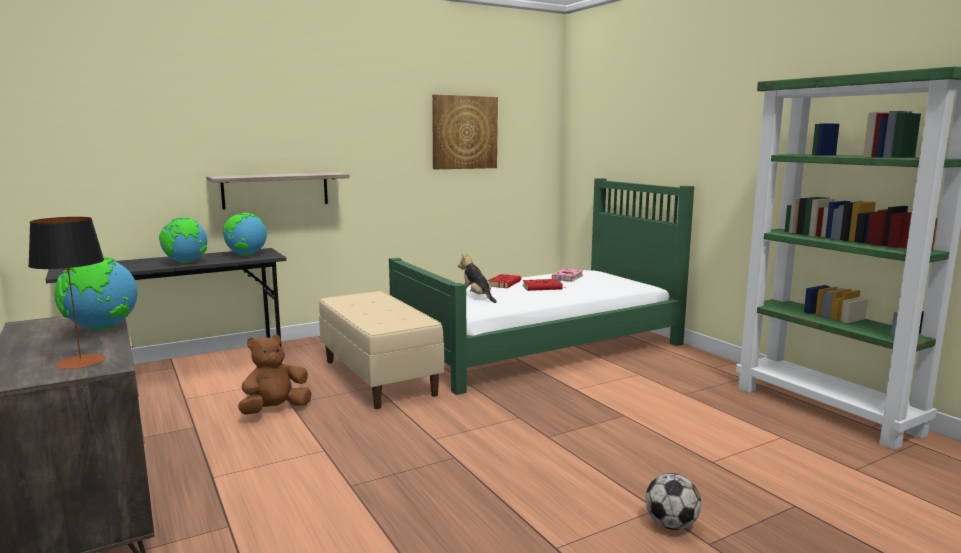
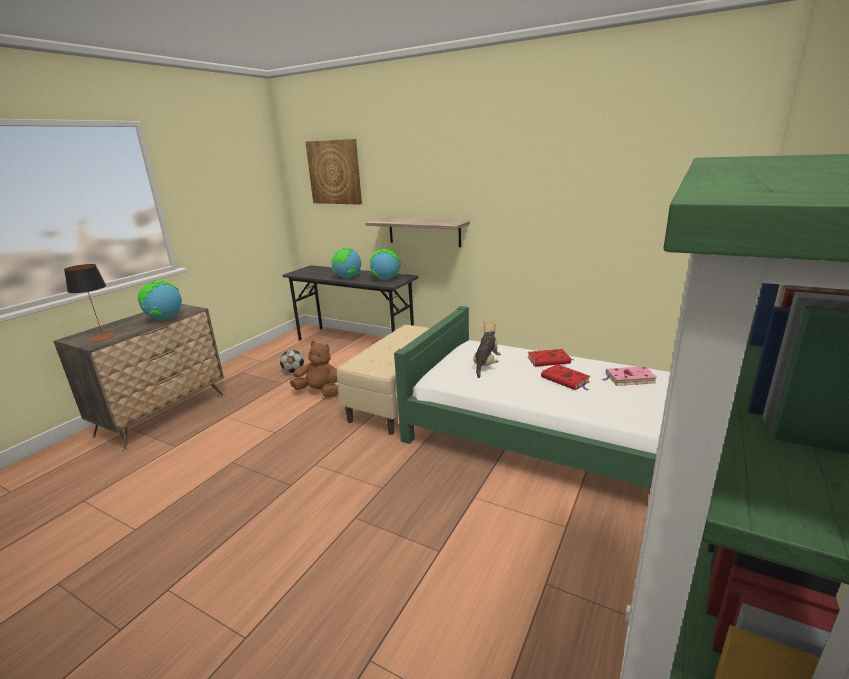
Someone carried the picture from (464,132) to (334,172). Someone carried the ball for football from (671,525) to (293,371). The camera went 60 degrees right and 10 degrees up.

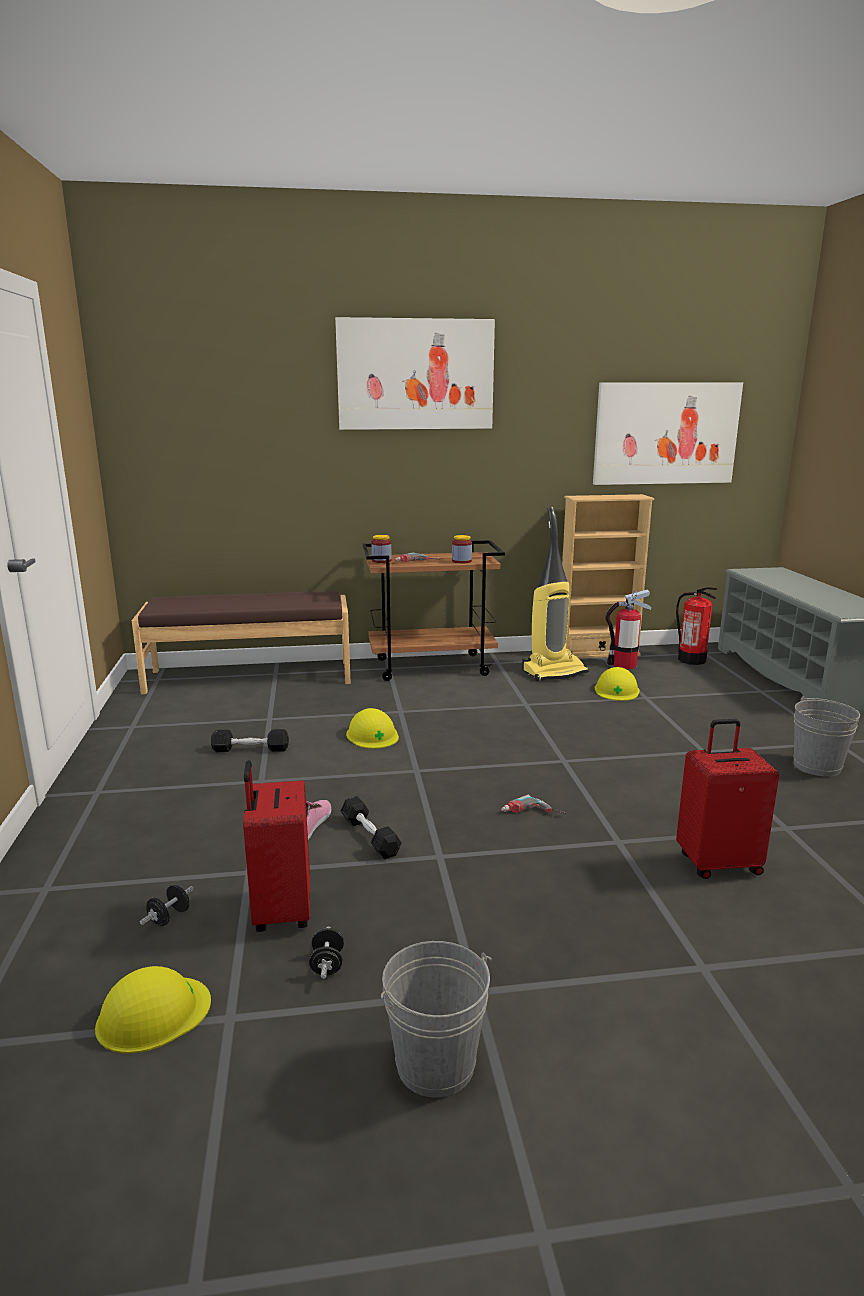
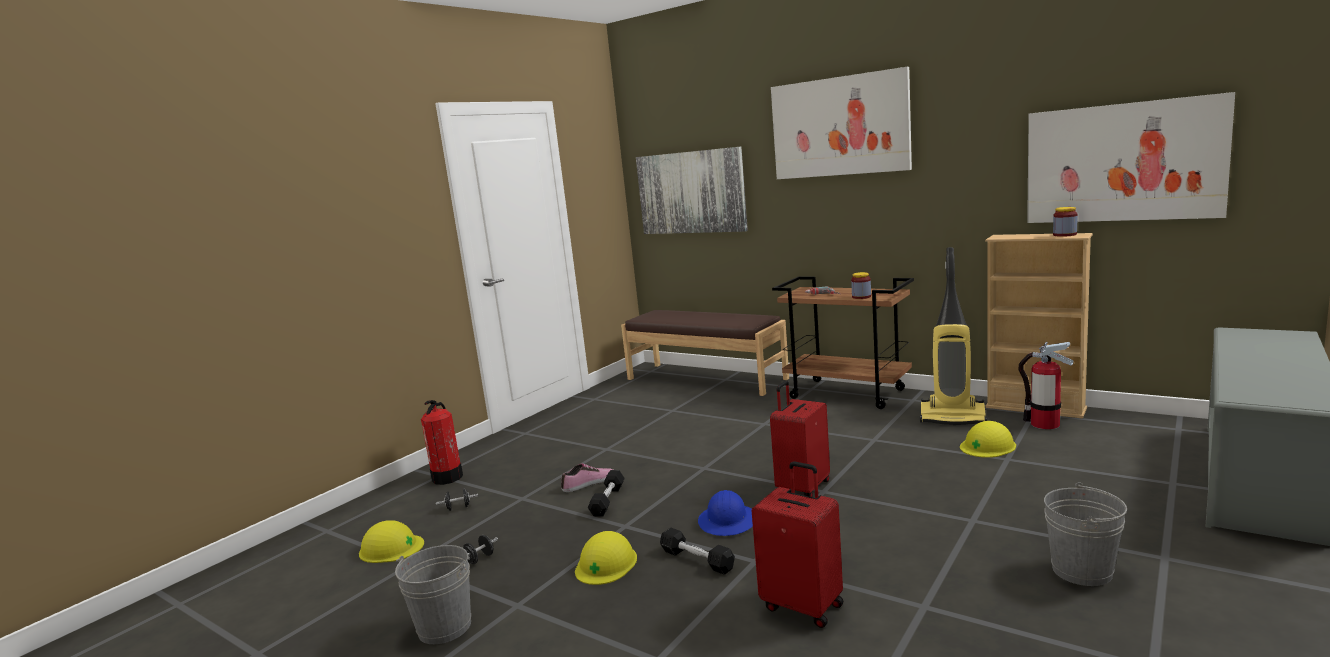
Someone carried the blackish hand weight from (250,749) to (697,560). Someone carried the reddish suitcase from (280,911) to (802,488). Someone carried the yellow work helmet from (372,735) to (606,564). Someone carried the preserve jar from (381,561) to (1064,235). Someone swapped the power drill at (532,814) for the blue work helmet at (727,521). Someone carried the fire extinguisher from (691,660) to (448,477). Someone put up the picture at (691,192). The camera went 45 degrees right and 5 degrees down.

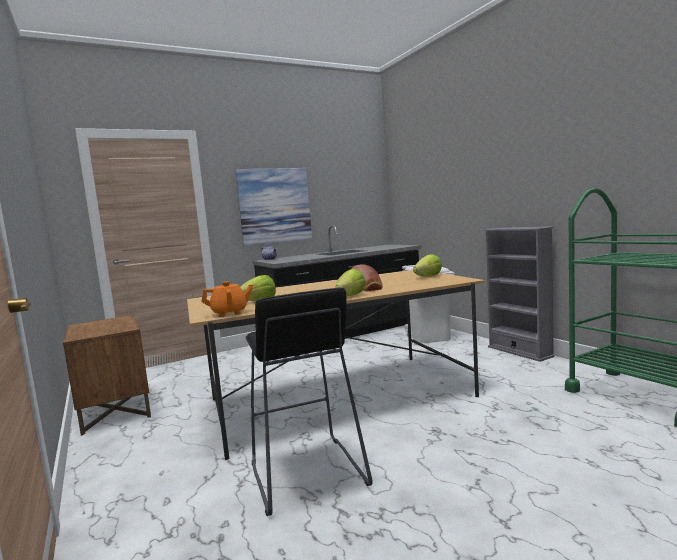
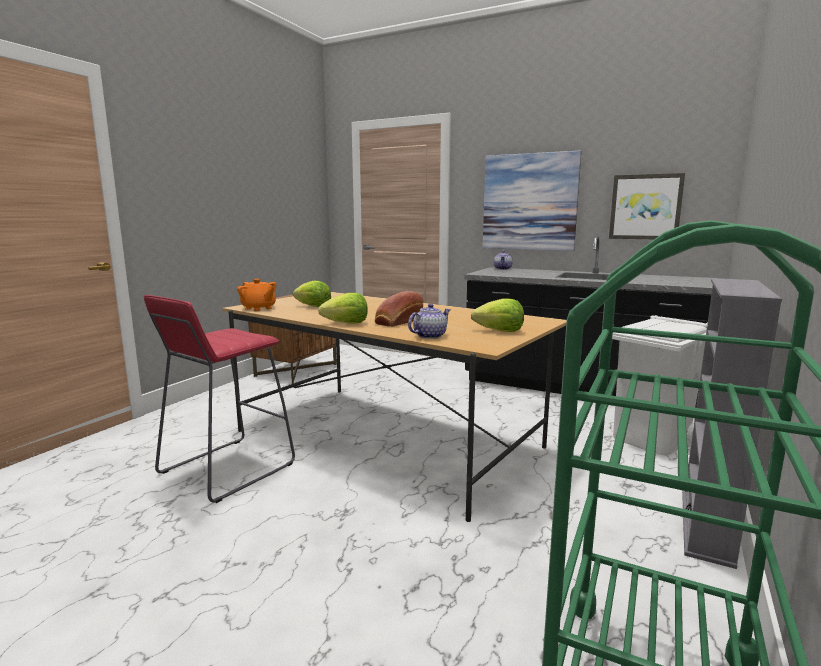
Someone repainted the blackish stool seat at (306,474), which became the reddish stool seat at (226,468). Someone put down the tea pot at (429,336). Someone put up the picture at (645,207). The camera went 55 degrees right and 5 degrees up.

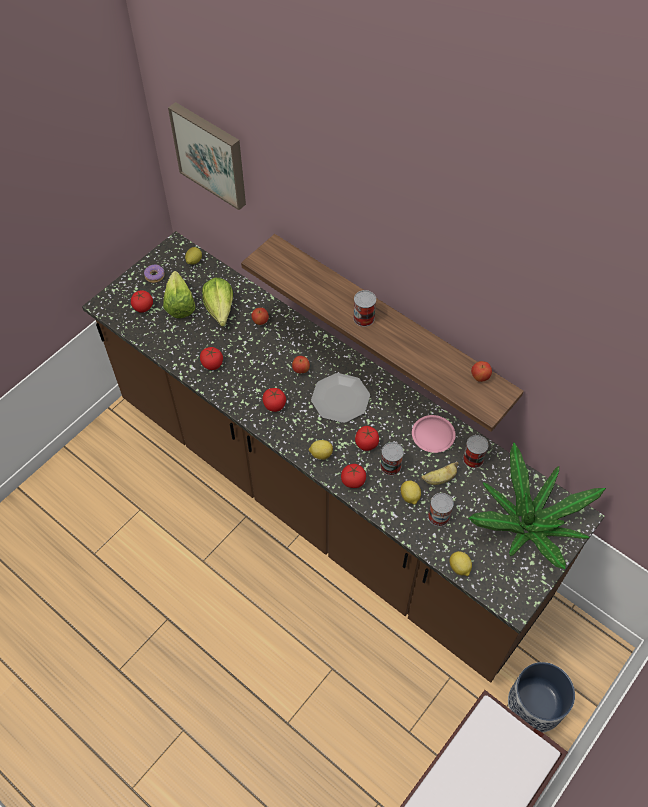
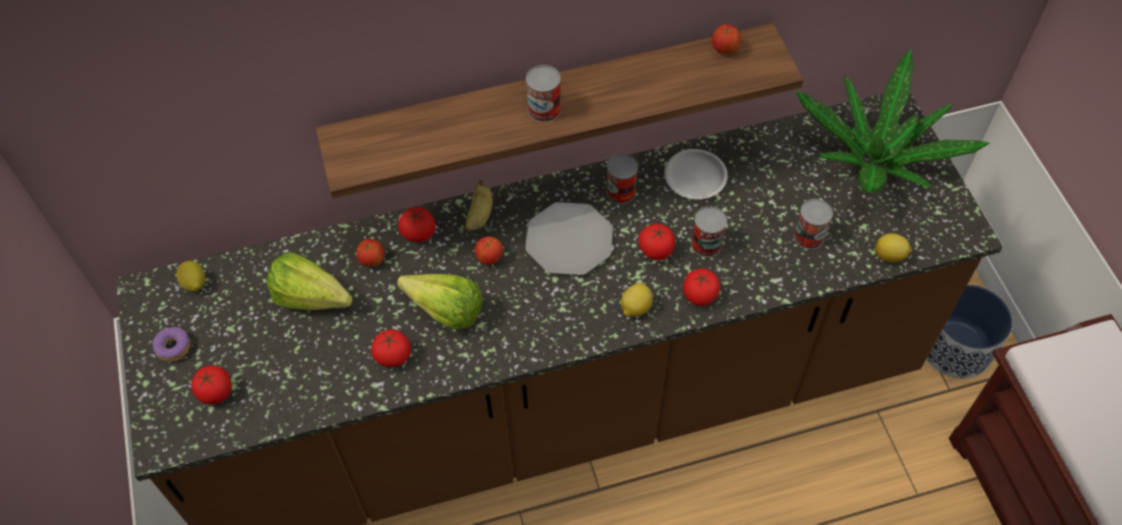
Someone carried the lettuce from (180,301) to (440,307). Someone took away the picture at (211,154). Someone carried the tomato from (274,405) to (418,233). Someone took away the citrus fruit at (410,497). Someone repainted the pinkish dinner plate at (432,436), which became the white-coloured dinner plate at (695,178). Someone carried the whole banana from (439,479) to (479,216). Someone carried the can from (473,458) to (621,191). The camera went 55 degrees left and 0 degrees up.

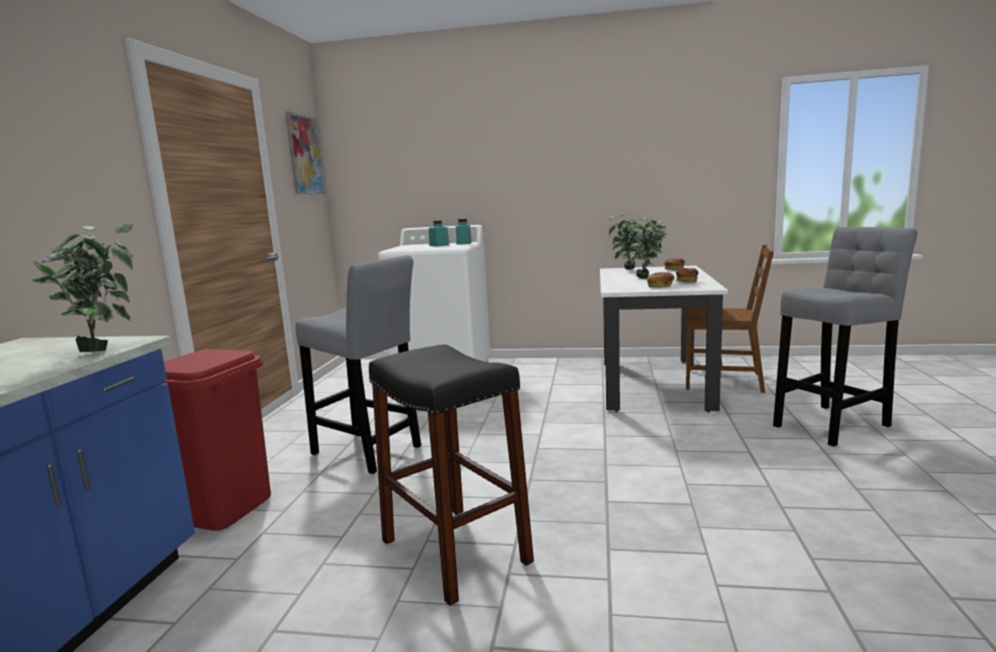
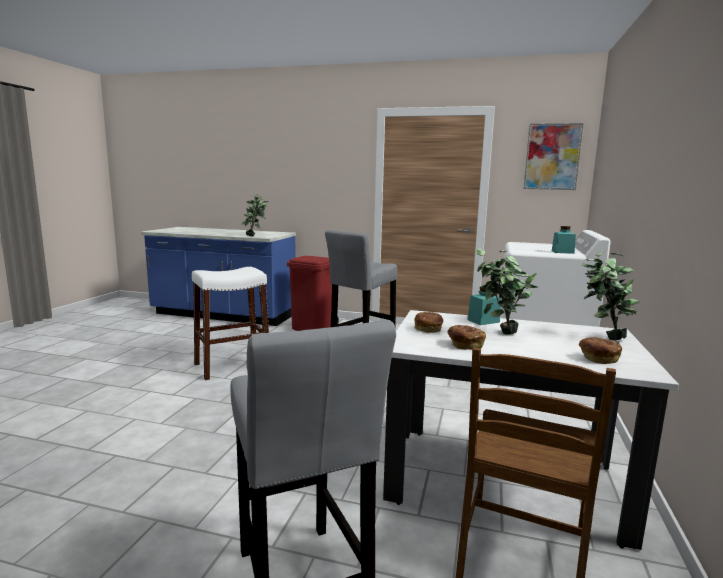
Someone repainted the blackish stool seat at (454,551), which became the white-coloured stool seat at (232,366). Someone carried the turquoise preserve jar from (439,245) to (483,321). The camera went 95 degrees right and 0 degrees up.

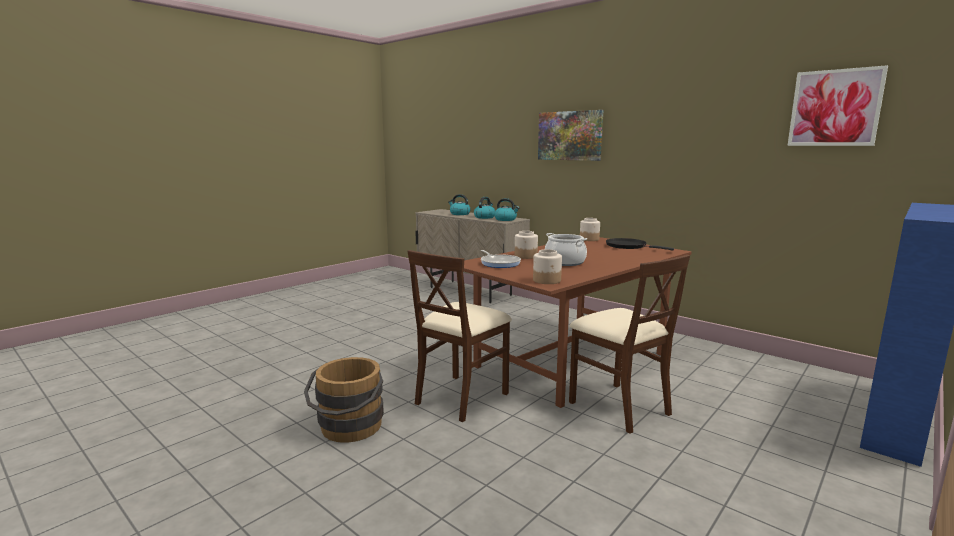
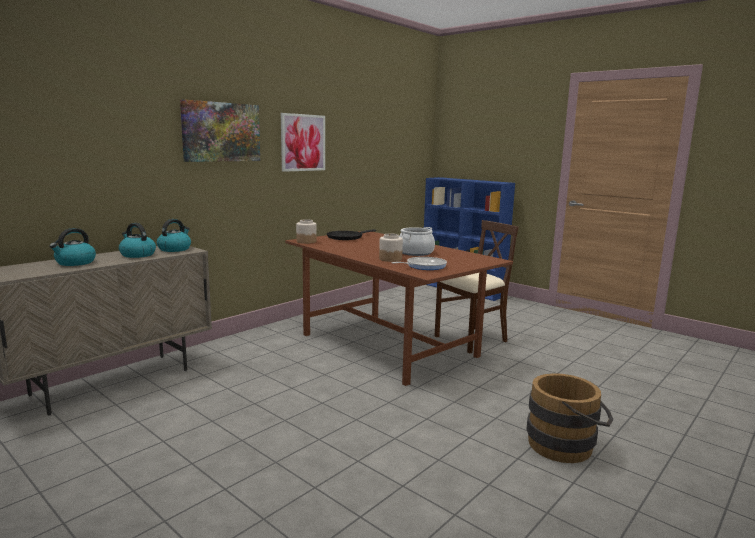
Someone took away the beige chair at (461,397). Someone took away the preserve jar at (547,280). Someone carried the picture from (835,108) to (303,142). The camera went 90 degrees left and 0 degrees up.

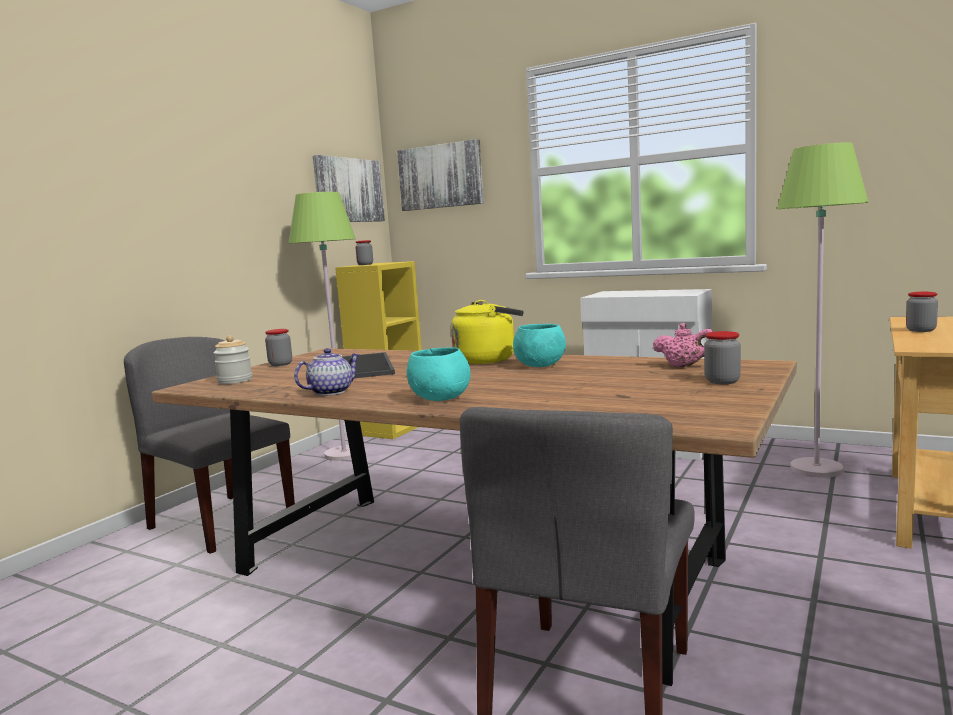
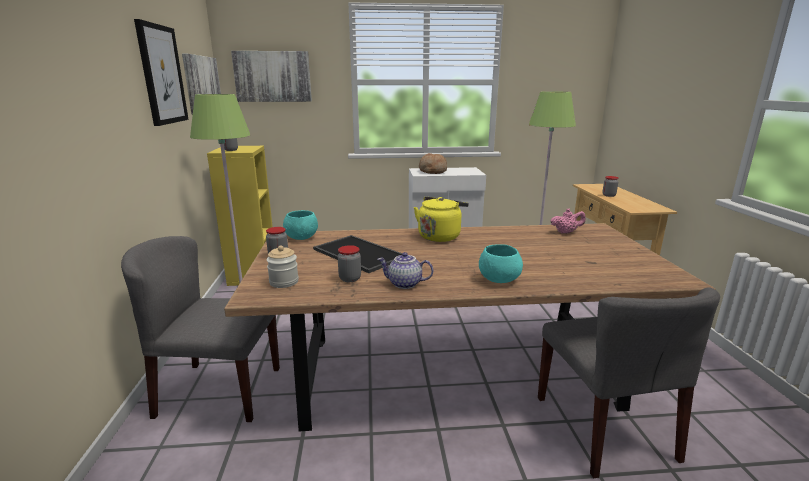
Someone rotated the tea pot at (330,392) by 90 degrees counterclockwise. Someone carried the turquoise serving bowl from (539,366) to (301,238). Someone carried the preserve jar from (722,381) to (350,278). Someone put up the picture at (161,75). Someone put down the bakery bread at (432,171). The camera went 35 degrees left and 10 degrees up.

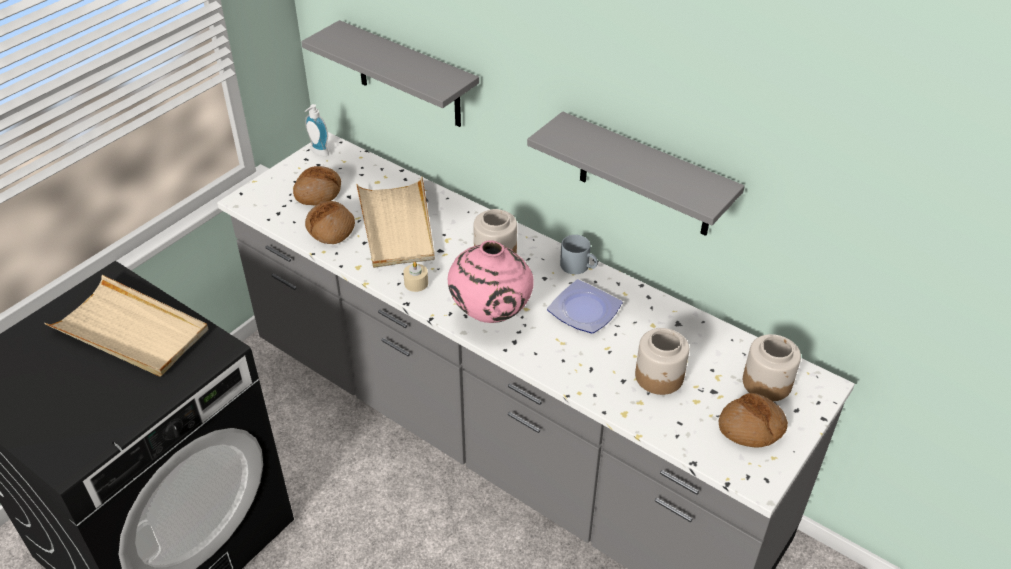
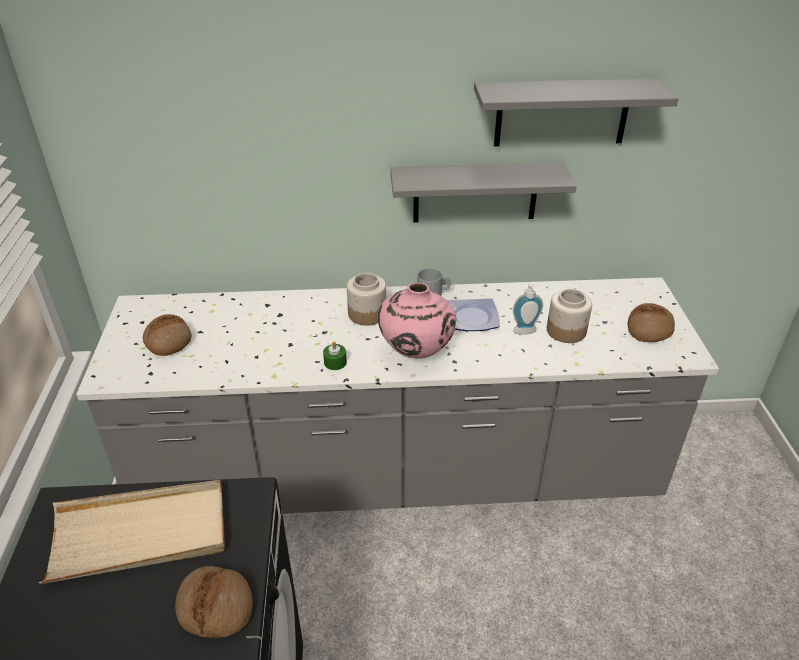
Someone carried the gray bracket shelf from (408,76) to (562,112). Someone carried the liquid soap bottle from (318,153) to (525,332). Someone carried the bakery bread from (331,228) to (216,607). Someone took away the beige carrying tray at (397,226). Someone repainted the beige candle at (416,283), which became the greenish candle at (335,362). Someone took away the preserve jar at (767,382). The camera went 40 degrees left and 5 degrees down.

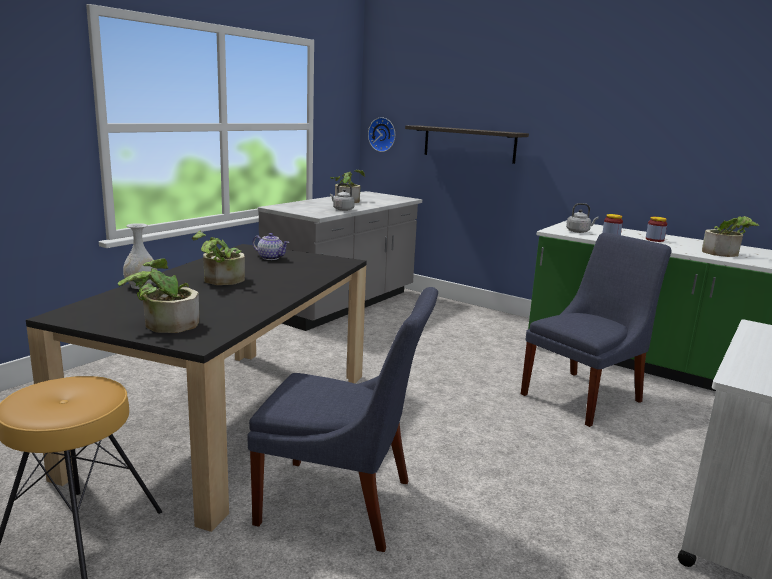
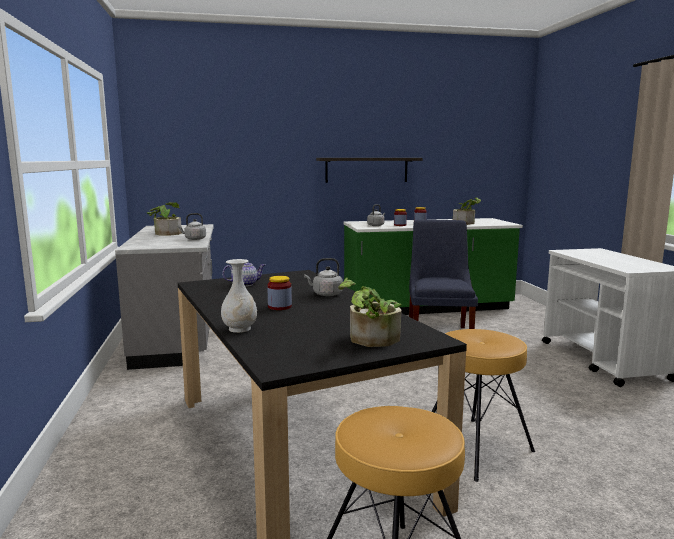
Someone swapped the plant in a pot at (220,281) for the preserve jar at (279,307). Someone swapped the blue chair at (342,504) for the brown stool seat at (475,448). Someone took away the hanging clock at (383,134). Someone carried the bracket shelf from (469,144) to (366,170). Someone put down the gray tea kettle at (325,294). The camera went 45 degrees left and 5 degrees down.

